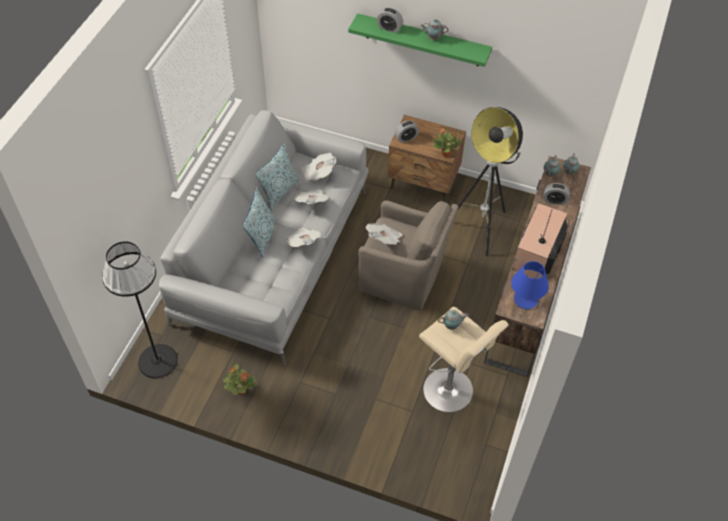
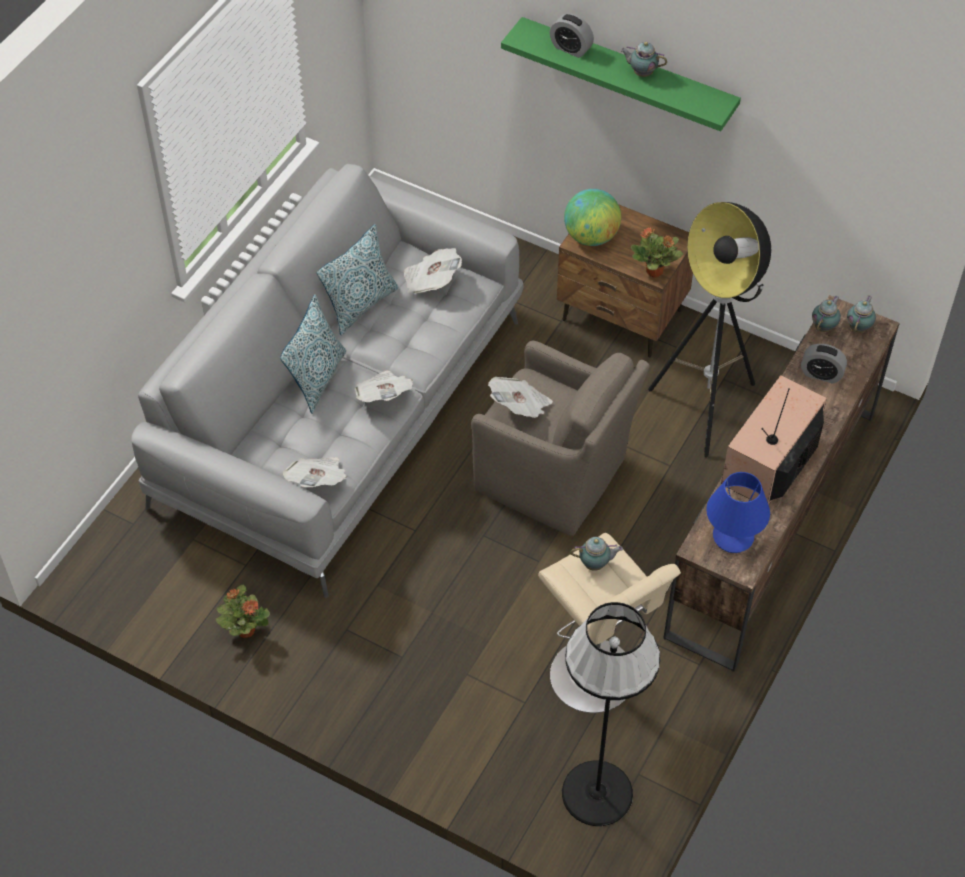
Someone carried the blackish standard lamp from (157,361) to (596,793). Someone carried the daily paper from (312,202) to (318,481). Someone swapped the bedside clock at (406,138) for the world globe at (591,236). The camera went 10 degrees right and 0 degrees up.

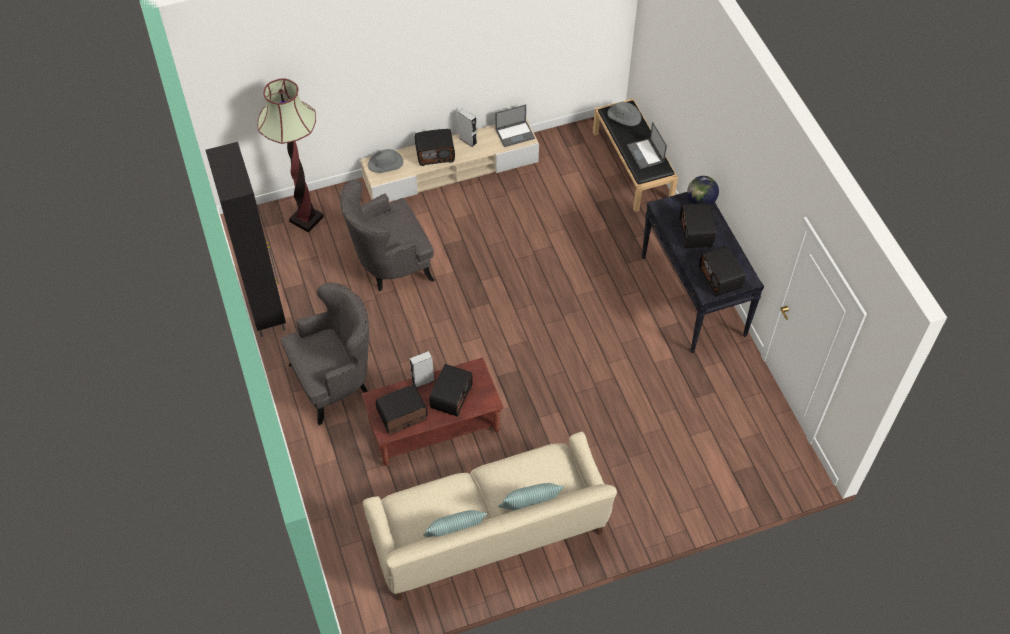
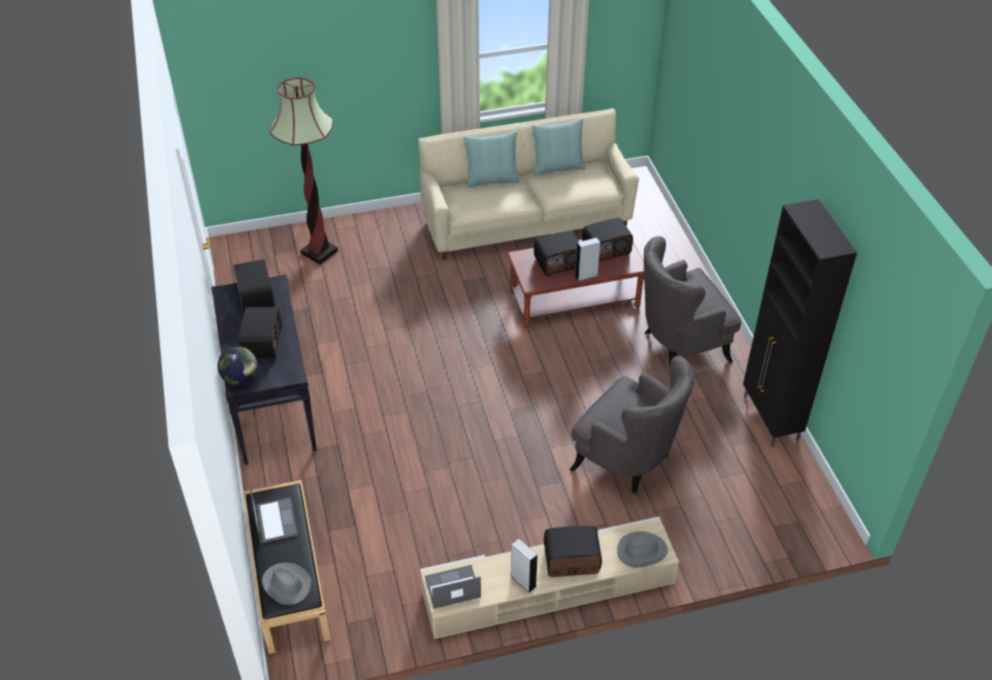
Someone carried the standard lamp from (306,219) to (319,252). Someone rotated the gray easy chair at (390,265) by 60 degrees clockwise. Someone rotated the radio at (450,396) by 135 degrees counterclockwise. The camera went 175 degrees left and 10 degrees down.

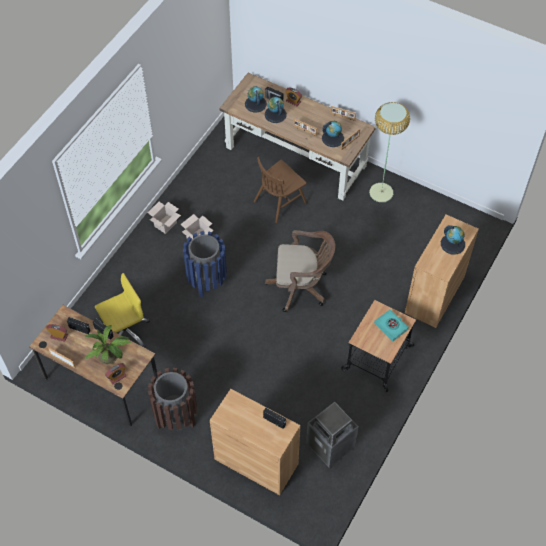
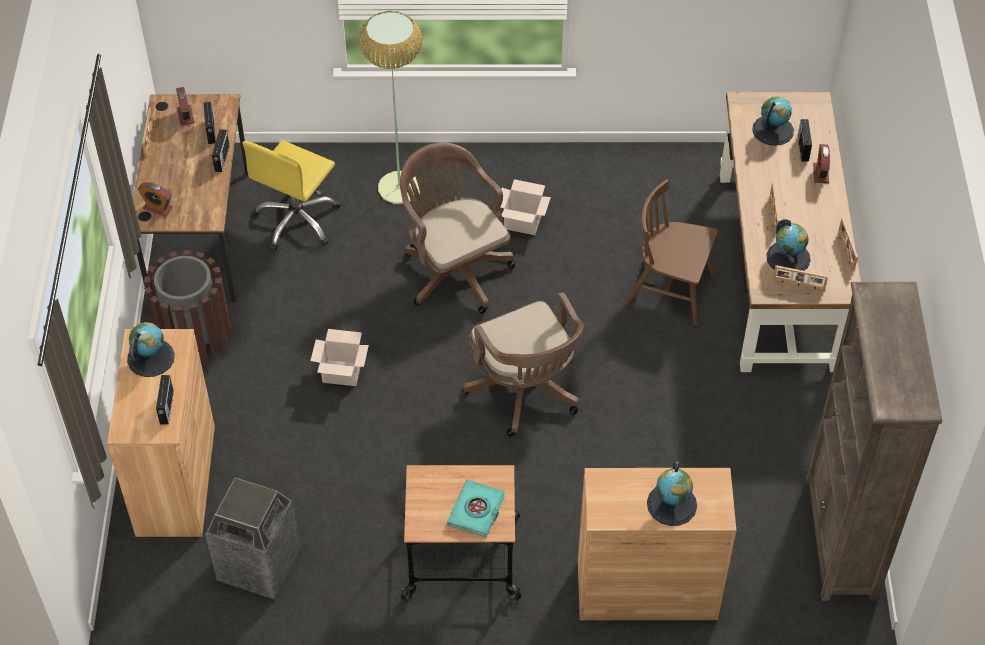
Someone took away the plant in a pot at (110,357). Someone rotated the yellow office chair at (125,332) by 90 degrees clockwise. Someone carried the packing box from (165,224) to (343,372). Someone swapped the blue rubbish bin at (207,280) for the brown office chair at (454,270). Someone carried the world globe from (275,114) to (150,357). Someone carried the standard lamp from (381,192) to (399,187). Someone put down the brown bookcase at (841,538). The camera went 60 degrees right and 5 degrees down.

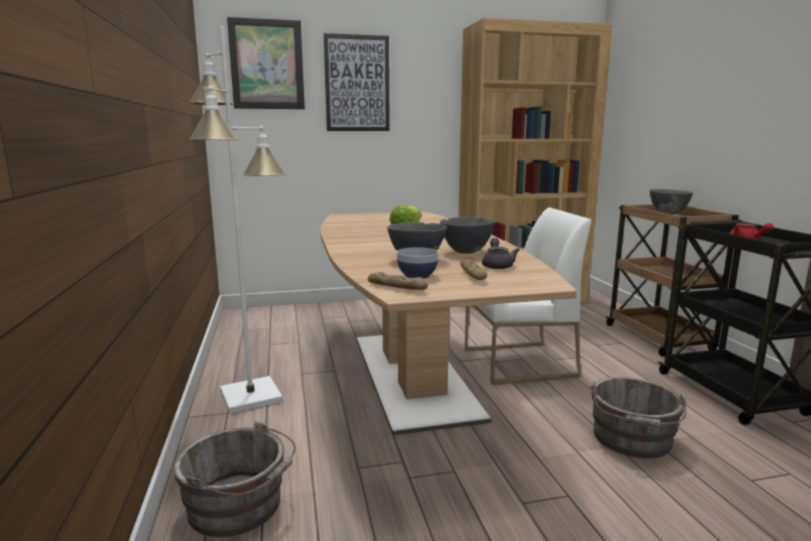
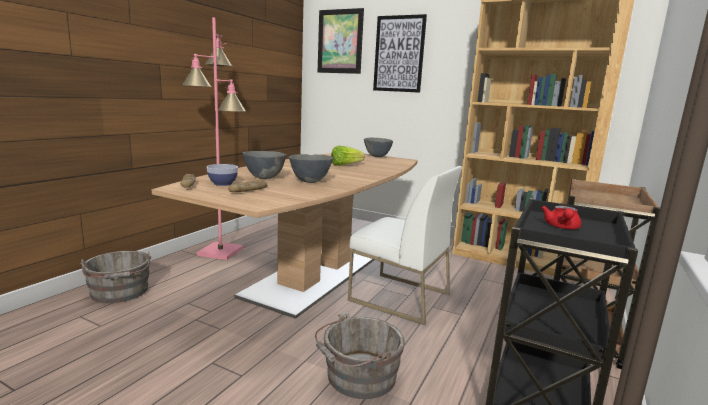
Someone repainted the white-coloured standard lamp at (251,395), which became the pinkish standard lamp at (221,252). Someone took away the gray tea pot at (497,265). Someone carried the gray serving bowl from (668,214) to (377,156). The camera went 40 degrees right and 0 degrees up.

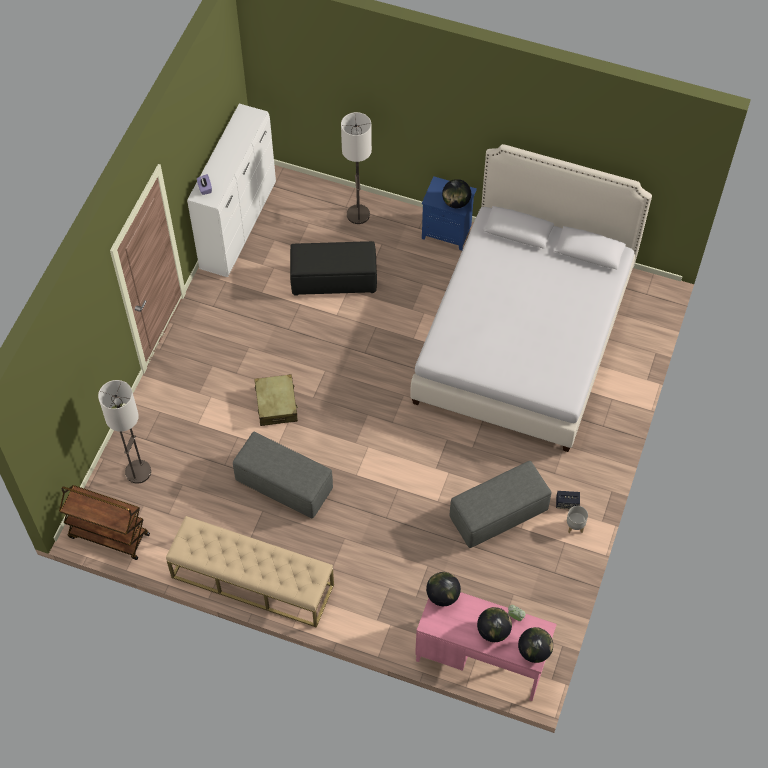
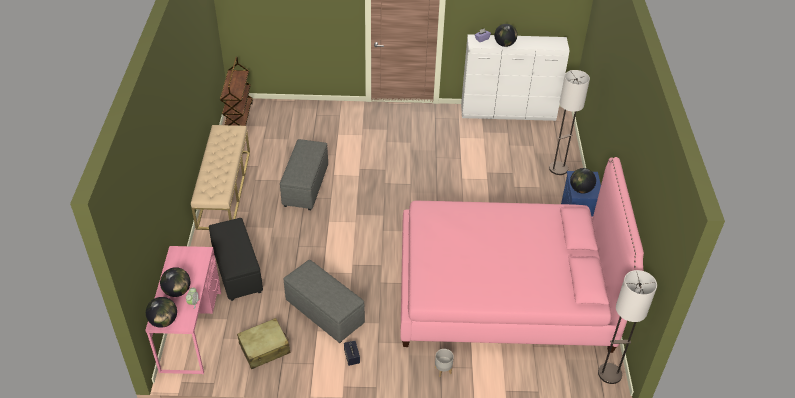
Someone carried the standard lamp from (138,471) to (609,373). Someone carried the beige suitcase from (276,404) to (264,348). Someone carried the blackish footrest from (334,280) to (237,271). Someone repainted the white-coloured bed at (523,336), which became the pinkish bed at (503,291). Someone carried the world globe from (442,595) to (504,44). Someone carried the gray planter from (575,526) to (442,370). The camera went 70 degrees right and 15 degrees down.

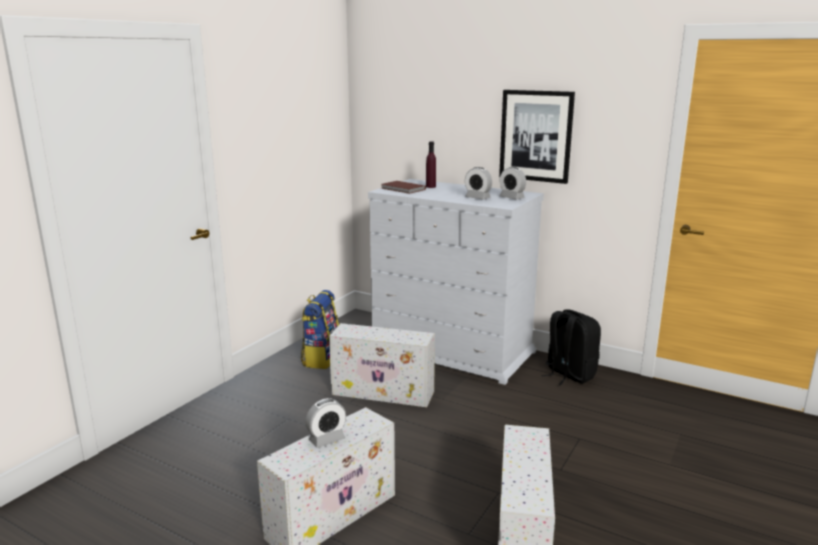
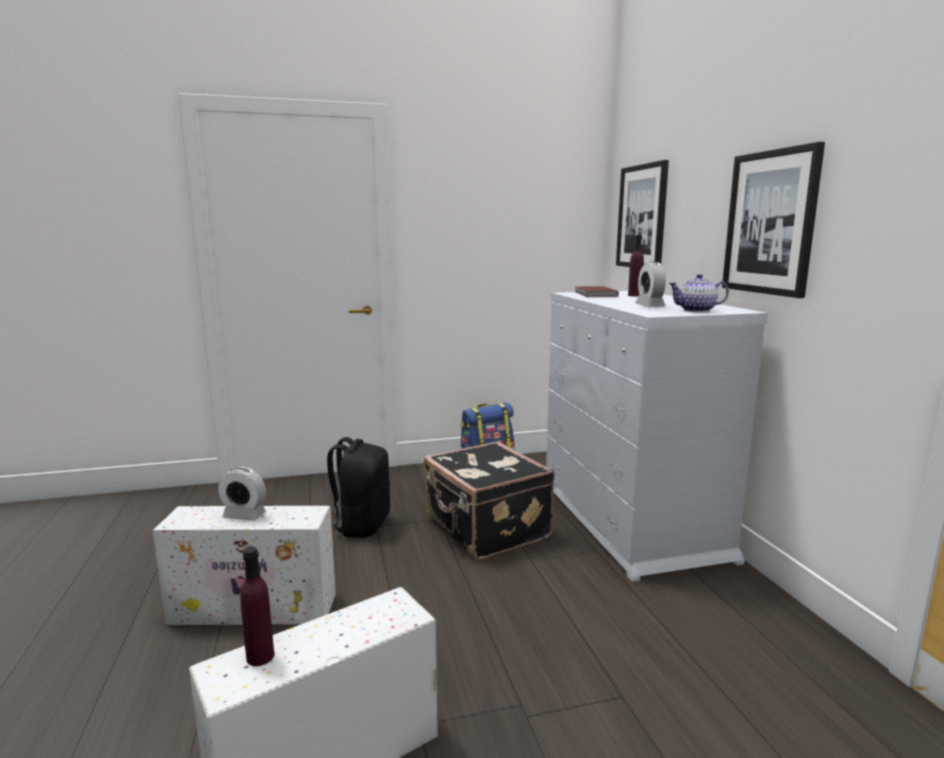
Someone swapped the white-coloured storage container at (384,393) for the blackish suitcase at (485,529). Someone swapped the bedside clock at (511,197) for the tea pot at (697,310). Someone carried the blackish knapsack from (568,374) to (361,525). Someone put down the purple-coloured drink bottle at (260,656). Someone put up the picture at (642,217). The camera went 45 degrees right and 5 degrees down.

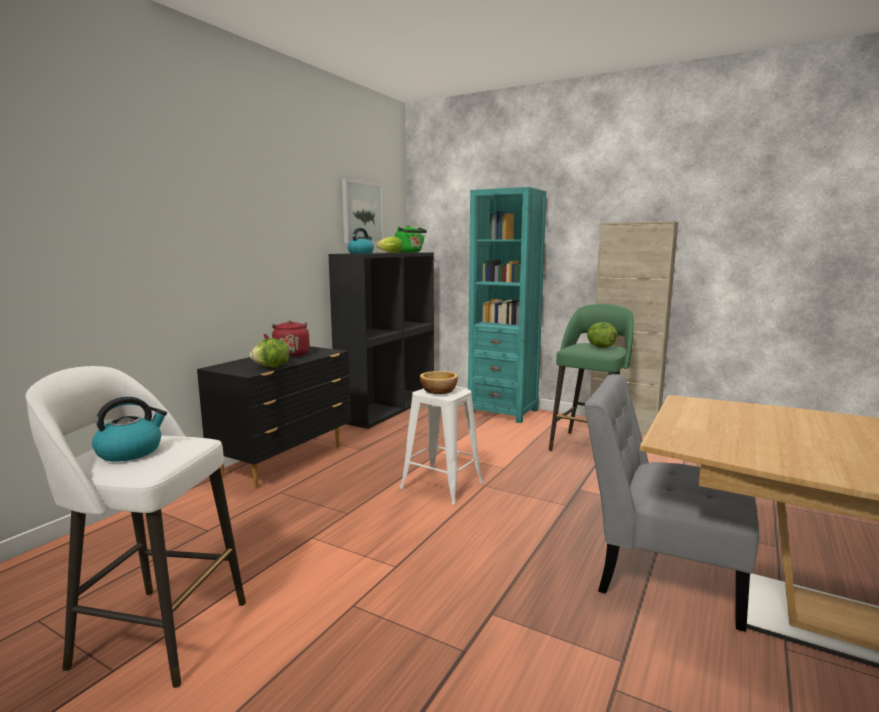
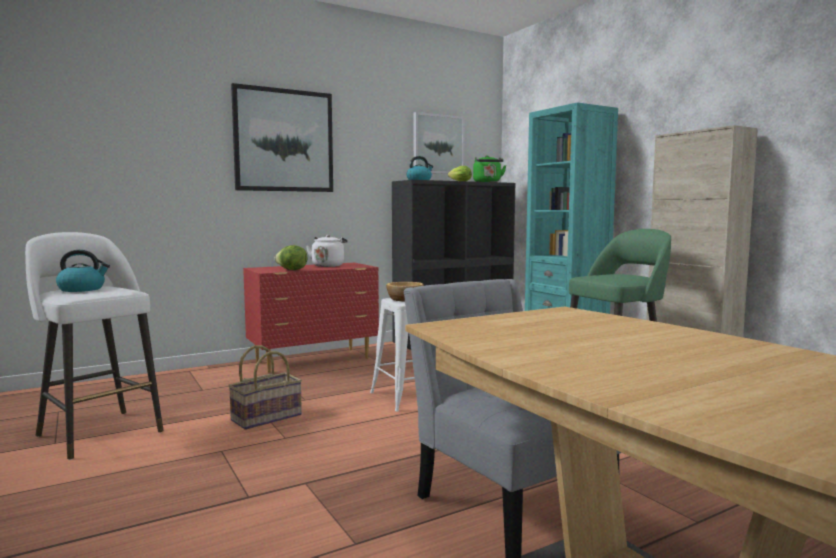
Someone repainted the blackish chest of drawers at (286,460), which became the reddish chest of drawers at (314,360). Someone repainted the reddish tea kettle at (291,354), which became the white-coloured tea kettle at (328,265). Someone took away the lettuce at (600,347). Someone put down the basket at (266,417). Someone put up the picture at (284,140). The camera went 30 degrees right and 5 degrees down.

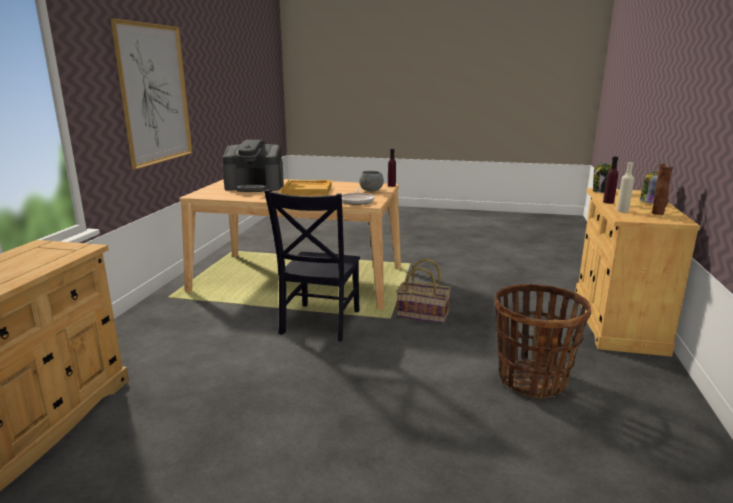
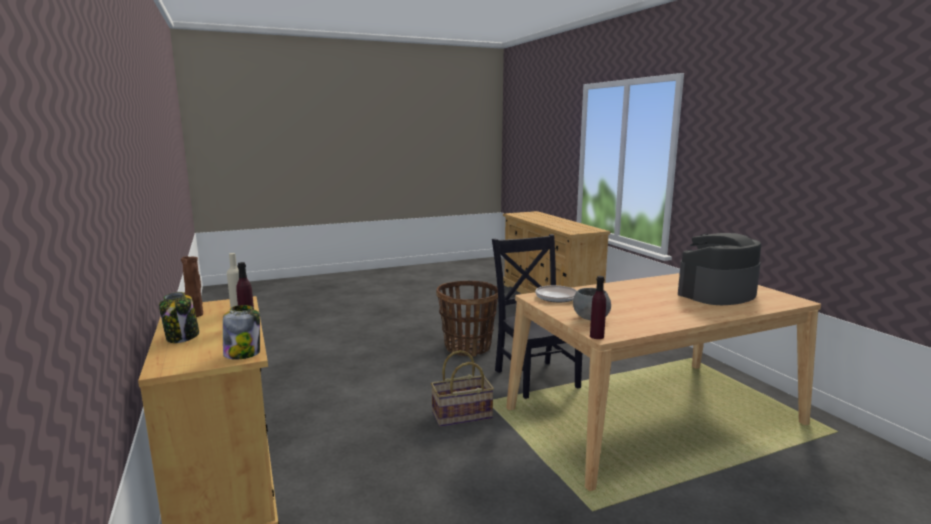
Someone took away the picture at (155,94). Someone took away the beige carrying tray at (308,190). Someone carried the basket from (532,380) to (468,347). The camera went 145 degrees right and 5 degrees down.

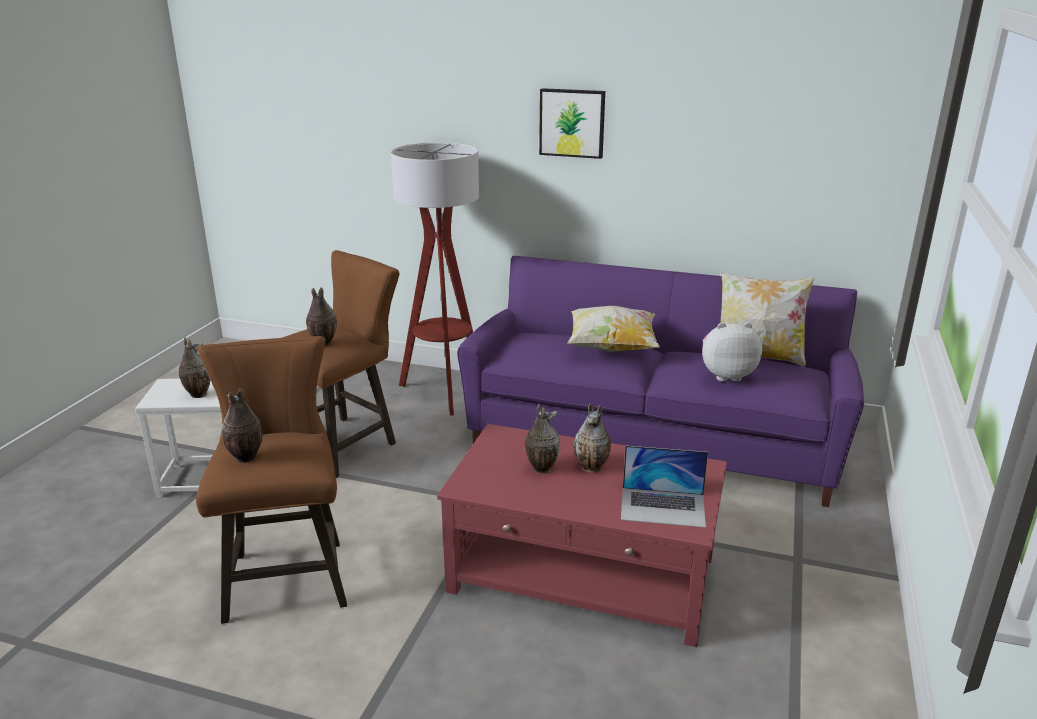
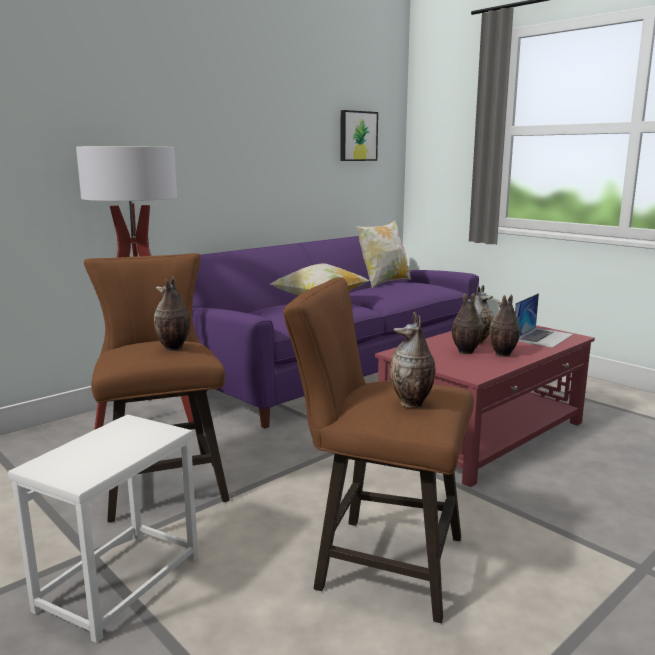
Someone carried the vase from (197,394) to (502,354). Someone carried the picture from (572,123) to (357,136). Someone took away the plush toy at (726,375). The camera went 60 degrees left and 10 degrees down.

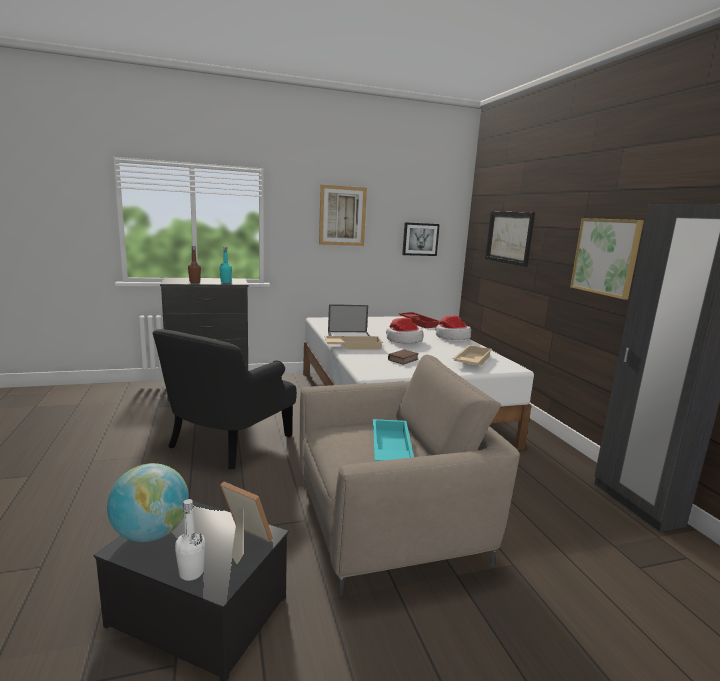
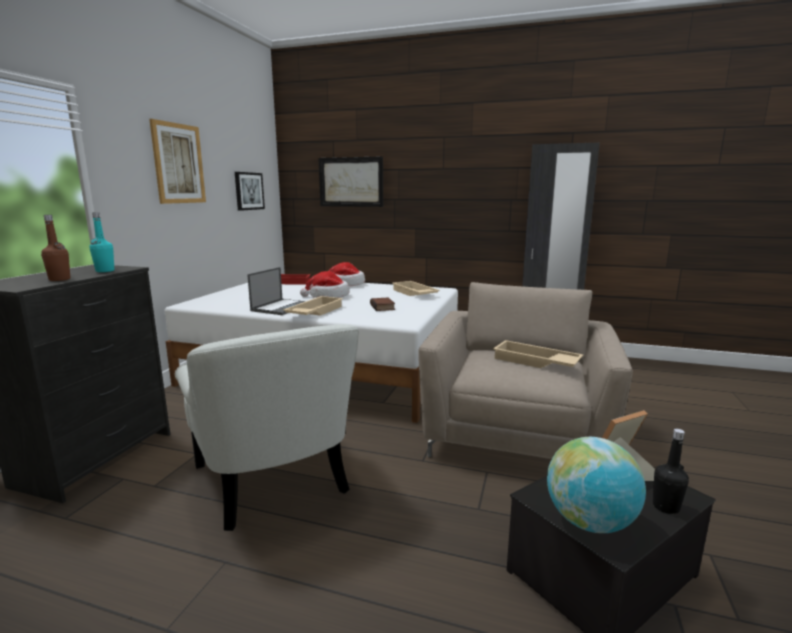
Someone repainted the blackish easy chair at (227,441), which became the white-coloured easy chair at (275,479). Someone repainted the white-coloured drink bottle at (191,573), which became the blackish drink bottle at (666,507). Someone repainted the turquoise carrying tray at (389,449), which became the beige carrying tray at (535,362). Someone took away the picture at (605,256). The camera went 55 degrees left and 0 degrees up.

